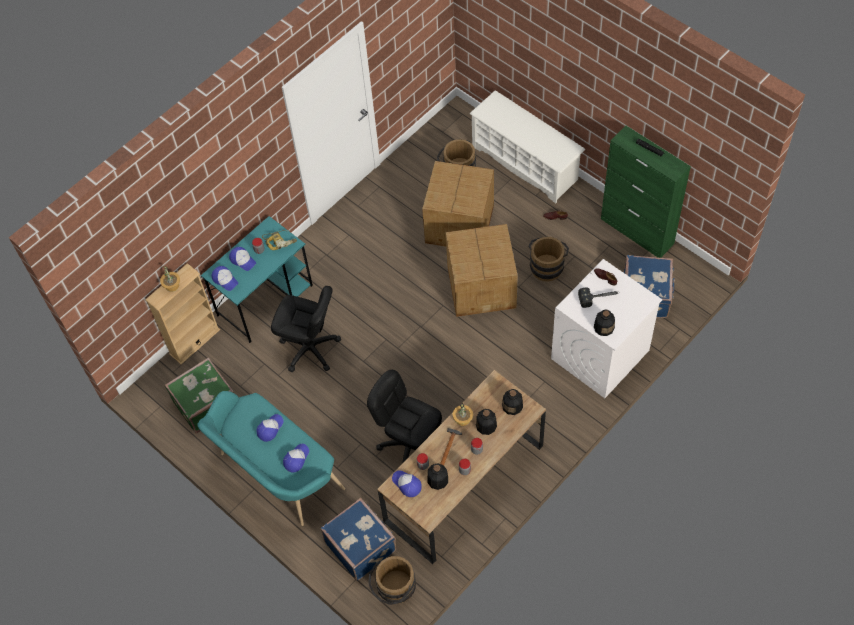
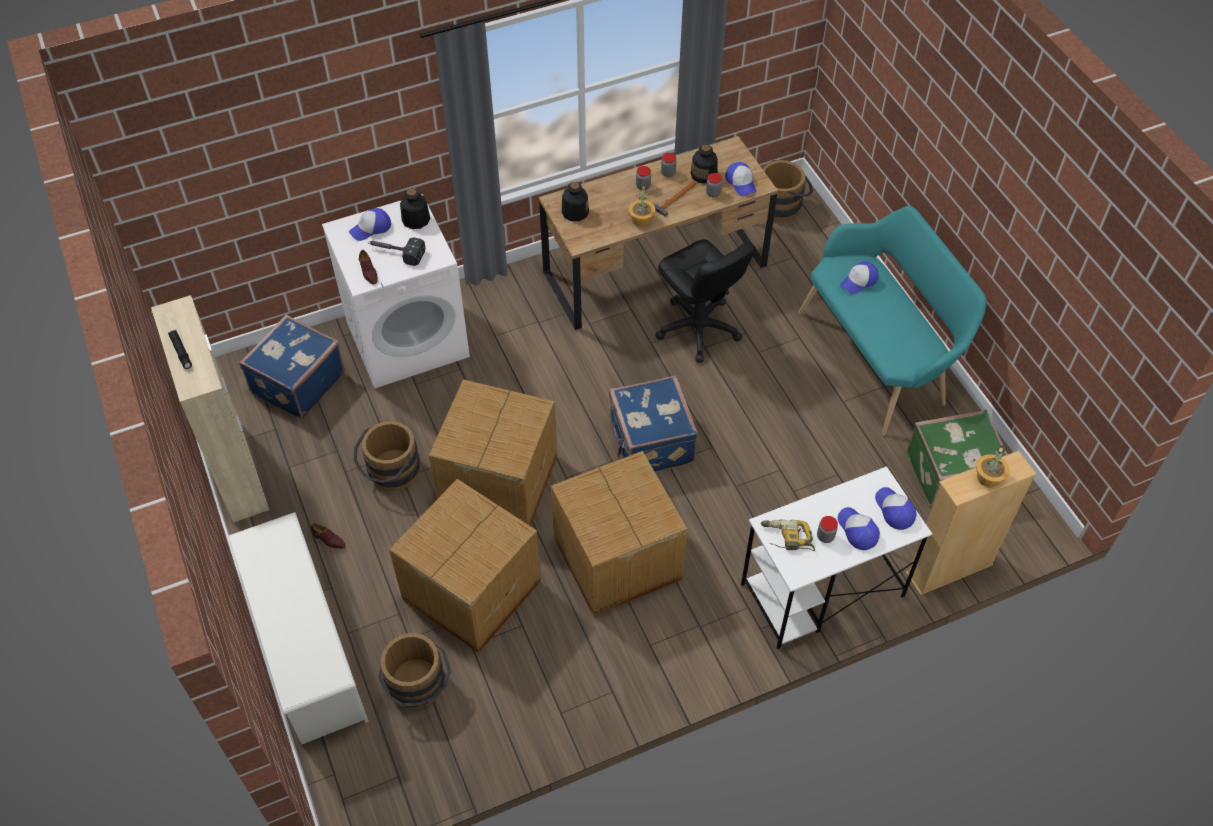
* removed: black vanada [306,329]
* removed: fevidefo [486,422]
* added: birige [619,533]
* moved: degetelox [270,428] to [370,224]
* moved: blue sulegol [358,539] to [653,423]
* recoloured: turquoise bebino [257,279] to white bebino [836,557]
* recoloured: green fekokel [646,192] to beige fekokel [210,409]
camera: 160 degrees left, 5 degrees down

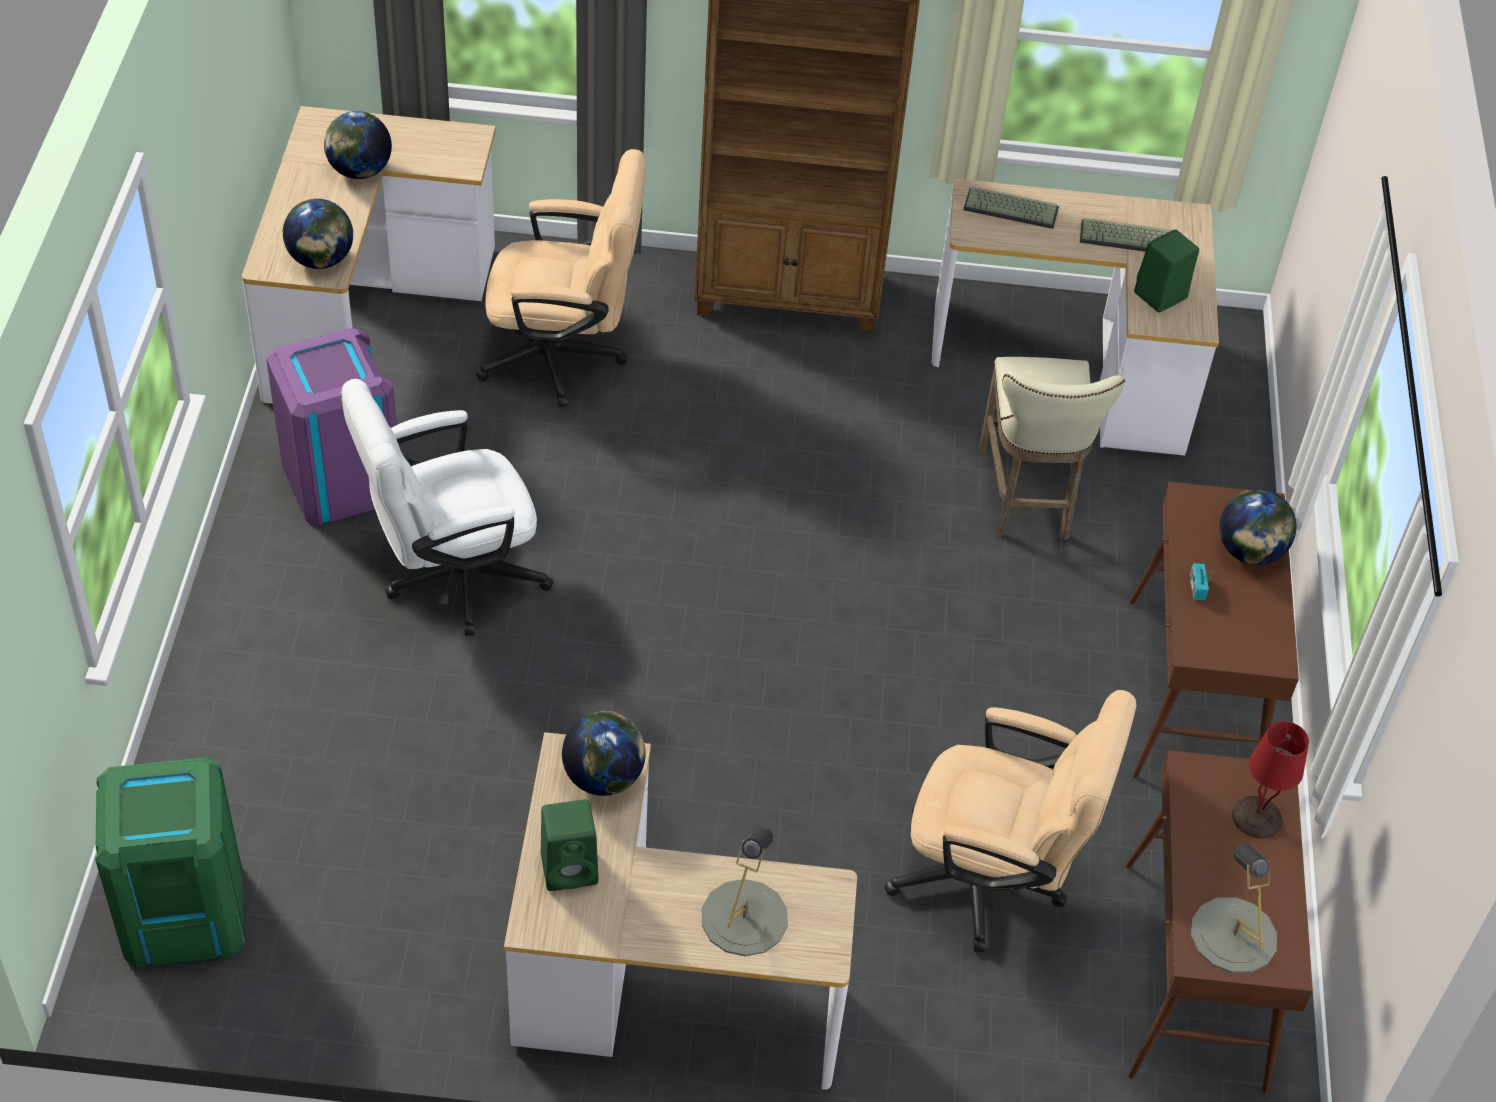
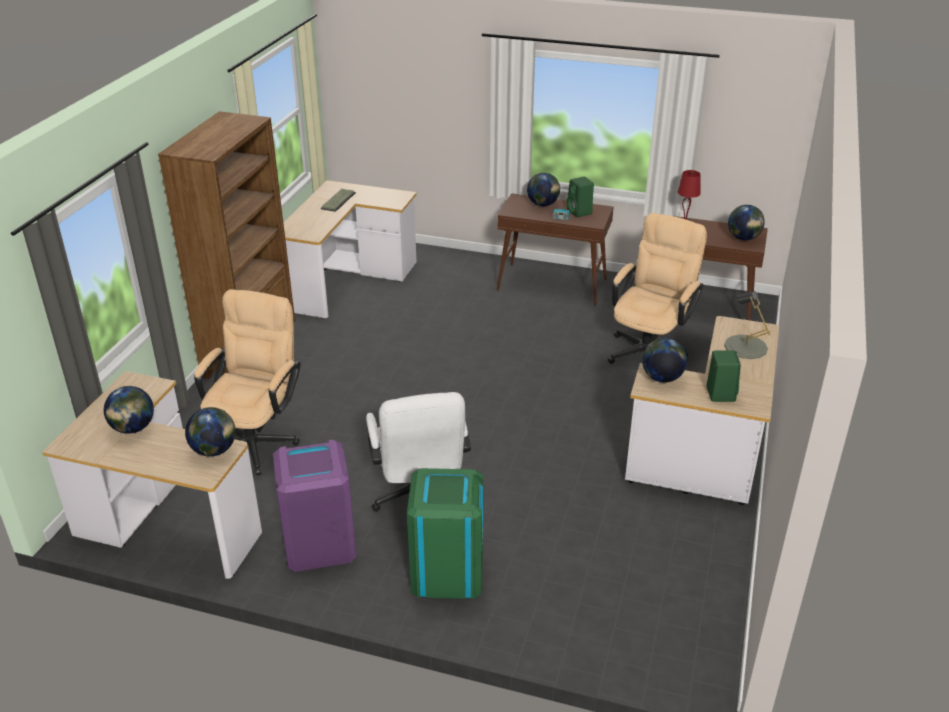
* removed: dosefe [1011,208]
* removed: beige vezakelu [1052,448]
* moved: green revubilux [169,862] to [445,533]
* moved: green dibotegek [1166,271] to [580,197]
* replaced: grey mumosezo [1234,908] to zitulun [746,222]
camera: 75 degrees left, 15 degrees down

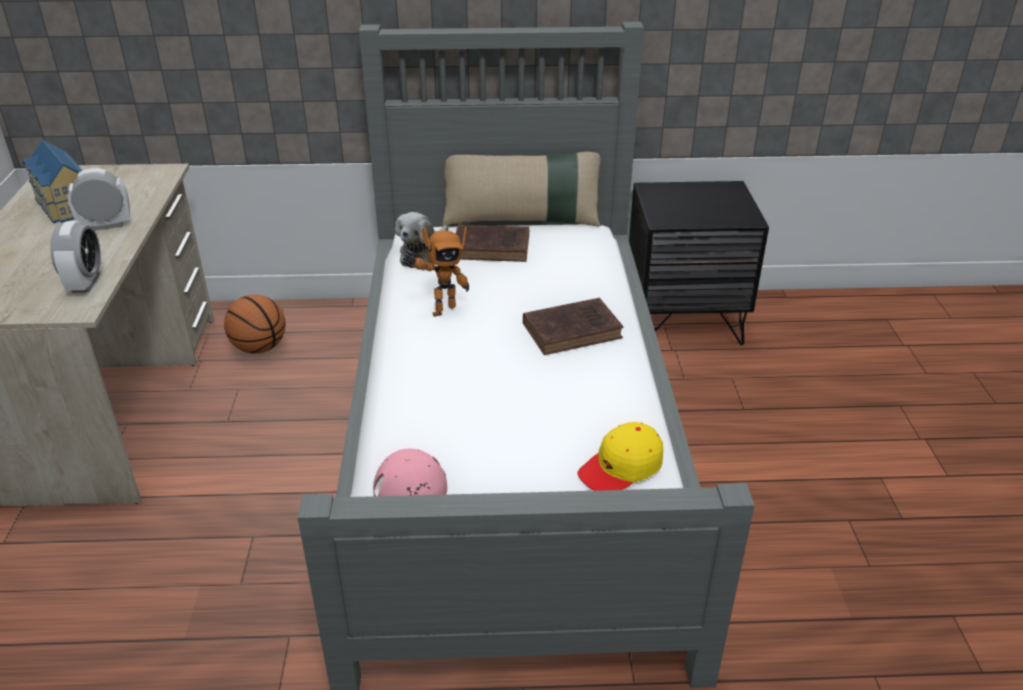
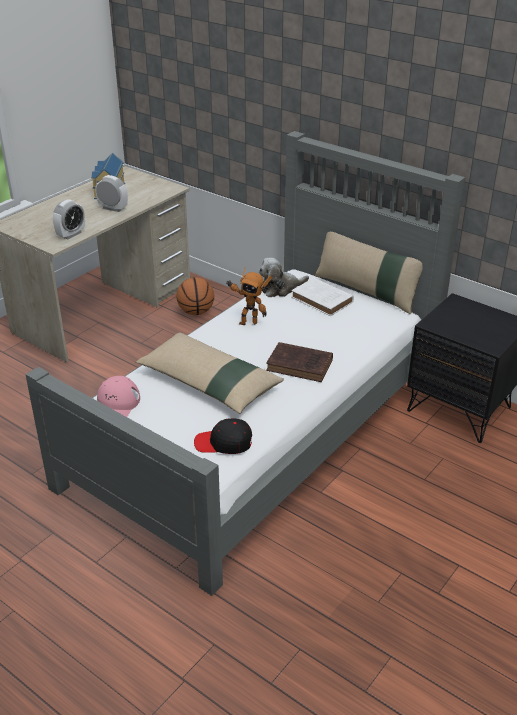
* added: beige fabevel [210,373]
* recoloured: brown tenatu [492,243] to white tenatu [322,297]
* recoloured: yellow degetelox [620,456] to black degetelox [223,436]
camera: 40 degrees right, 0 degrees up

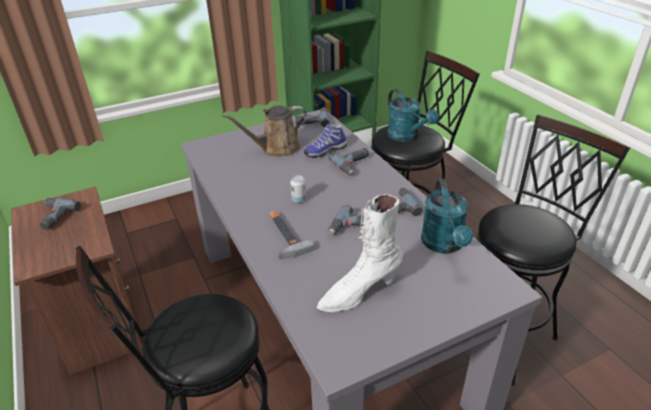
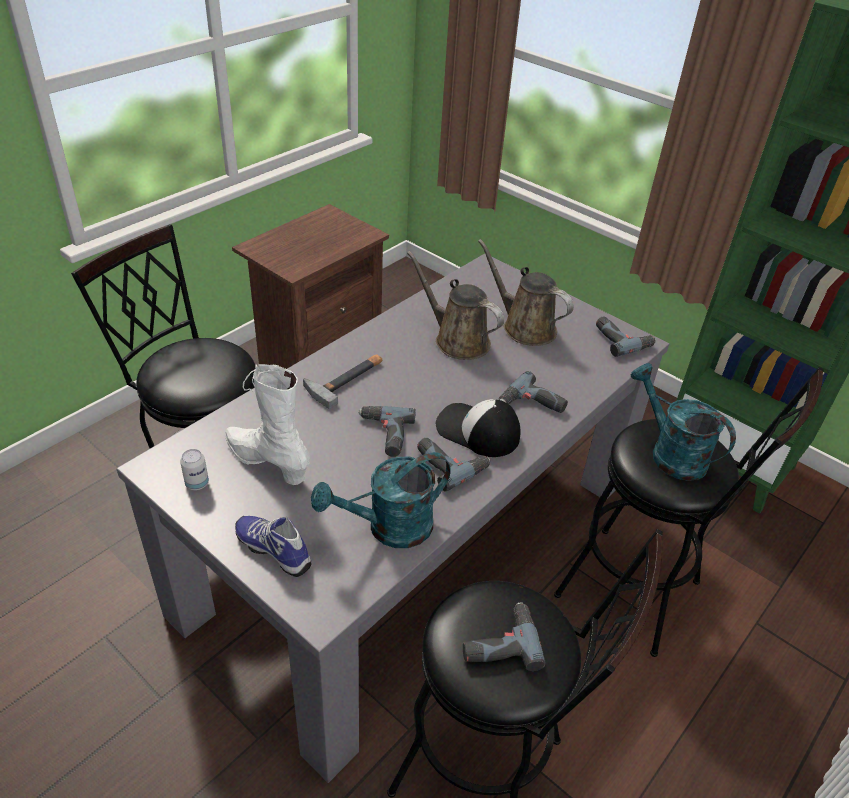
* added: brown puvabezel [455,305]
* added: degetelox [478,428]
* moved: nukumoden [60,214] to [504,636]
* moved: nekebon [298,189] to [194,469]
* moved: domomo [325,141] to [273,546]
* turned: turquoise puvabezel [413,115] = [683,422] 105 degrees clockwise
camera: 65 degrees right, 5 degrees up

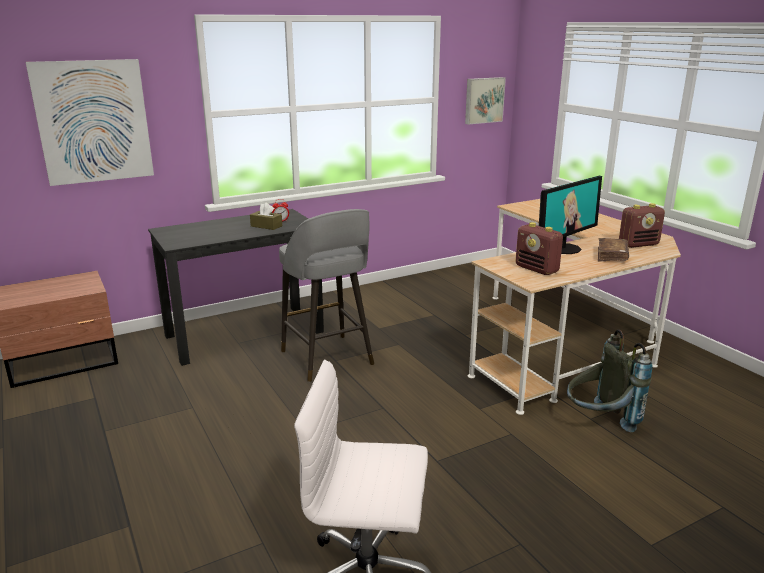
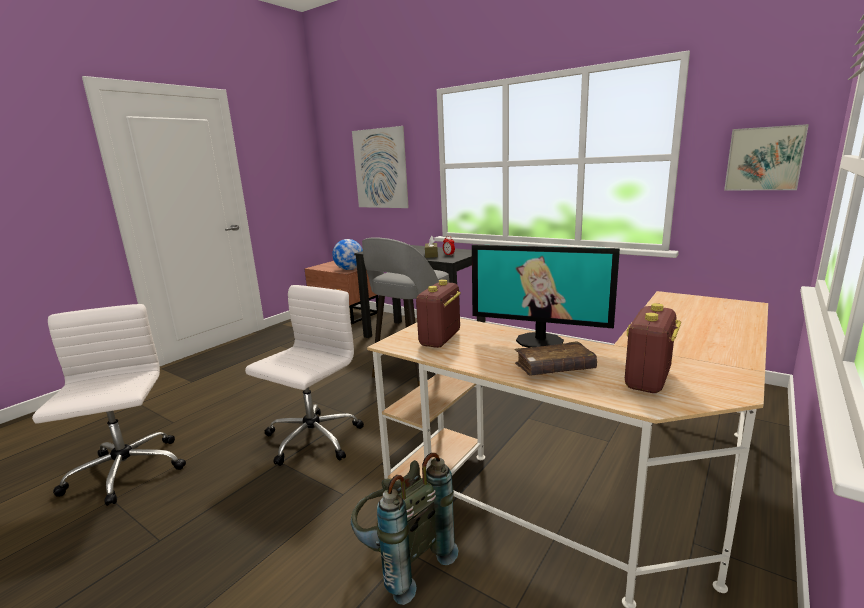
* added: white vanada [304,375]
* added: zitulun [347,254]
* turned: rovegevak [642,225] = [653,348] 75 degrees clockwise
camera: 65 degrees right, 5 degrees down

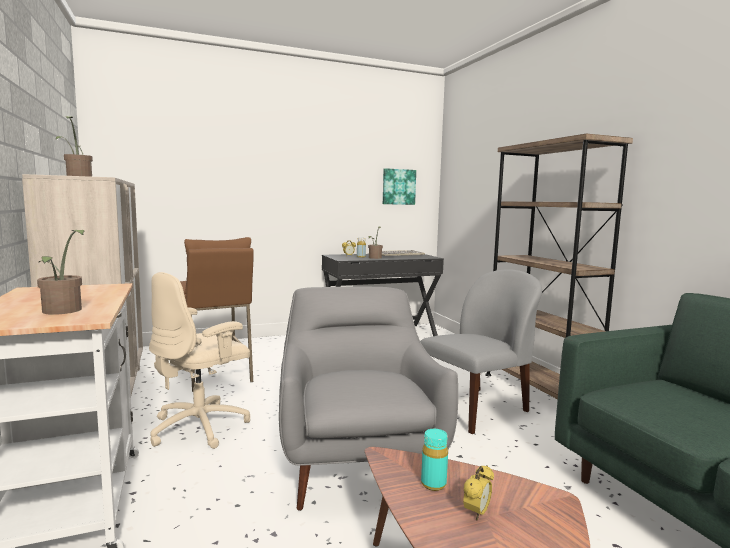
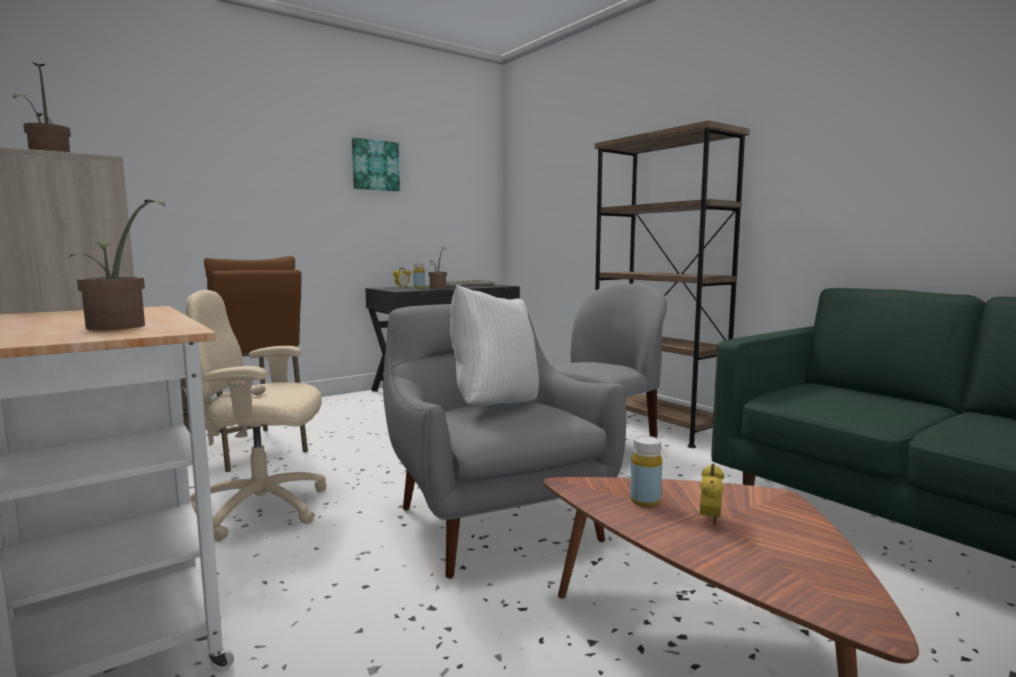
* added: white fabevel [494,345]
* moved: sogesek [399,186] to [376,164]
* recoloured: turquoise fevidefo [434,460] to yellow fevidefo [646,471]
* turned: beige vanada [199,360] = [255,415] 60 degrees clockwise
camera: 15 degrees left, 0 degrees up

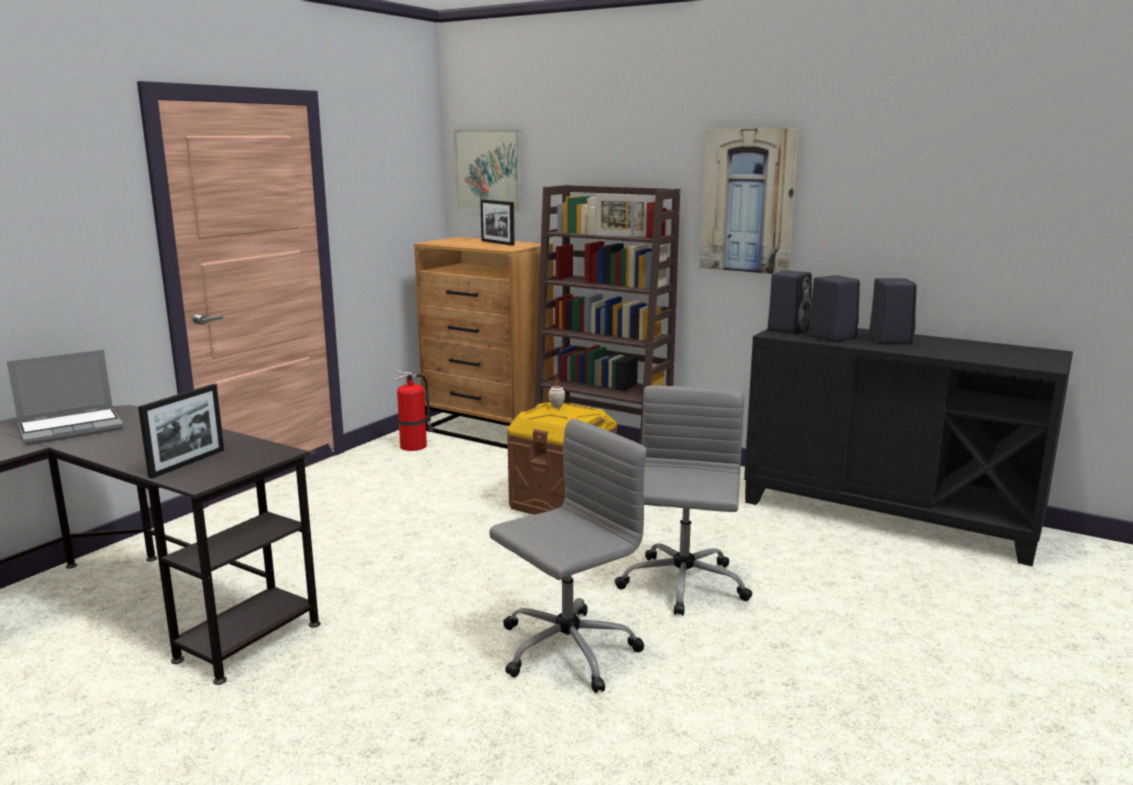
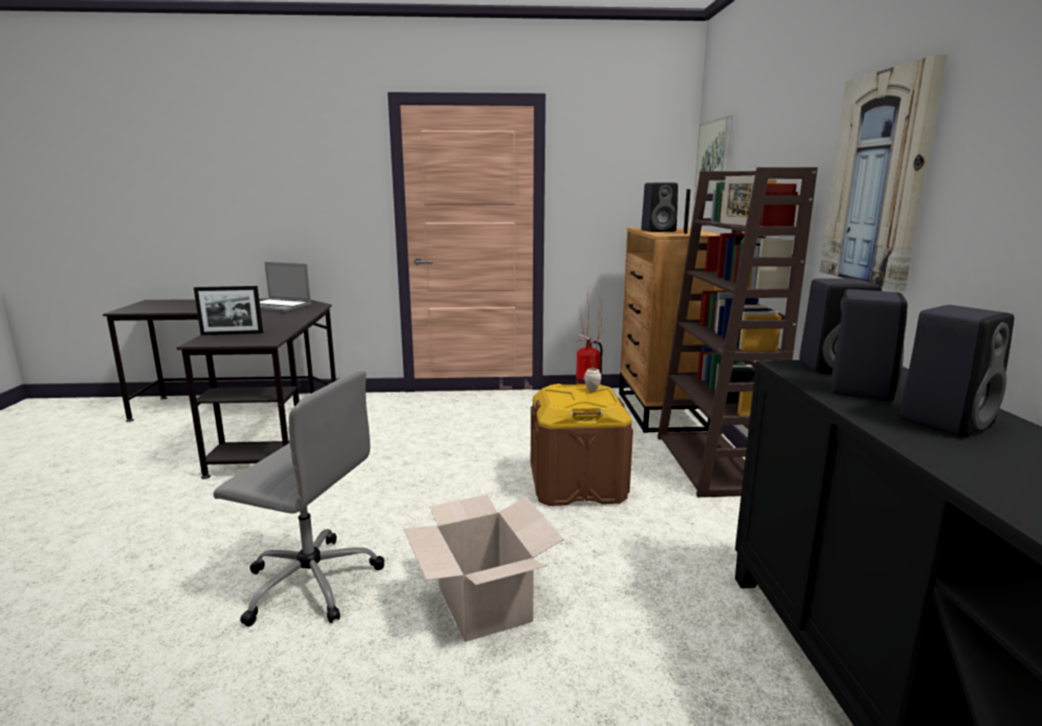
* added: black dibotegek [659,207]
* replaced: grey vanada [684,500] to birige [484,568]
camera: 55 degrees right, 0 degrees up

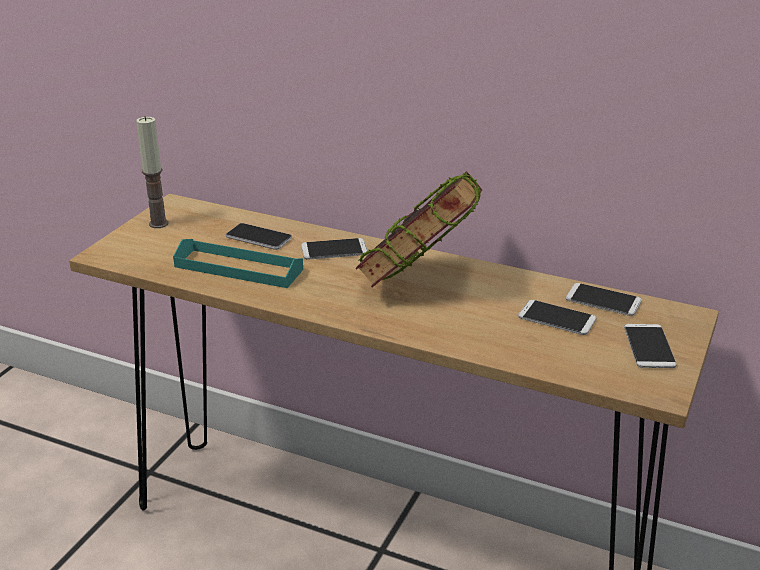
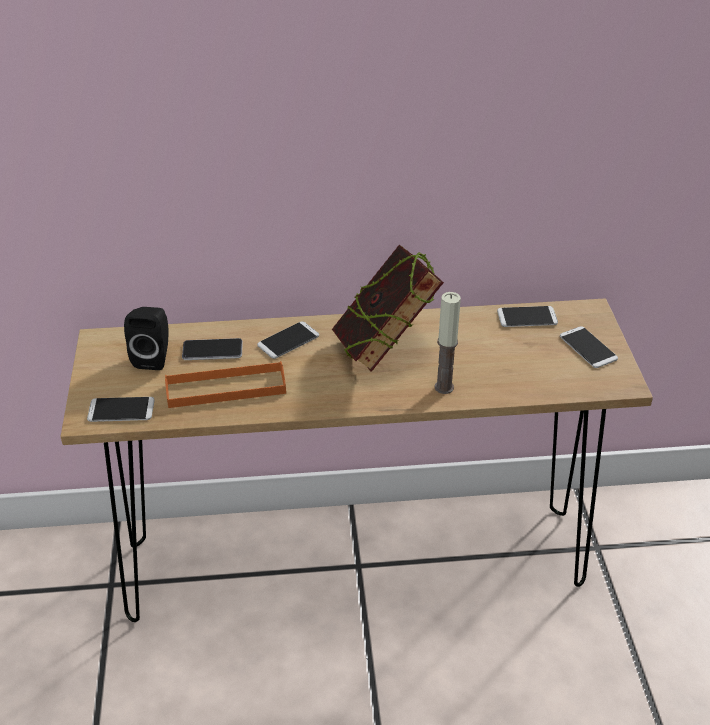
* added: black dibotegek [146,338]
* moved: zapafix [152,172] to [447,343]
* moved: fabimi [557,317] to [120,409]
* recoloured: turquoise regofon [238,263] to orange regofon [225,384]
camera: 30 degrees left, 10 degrees up

